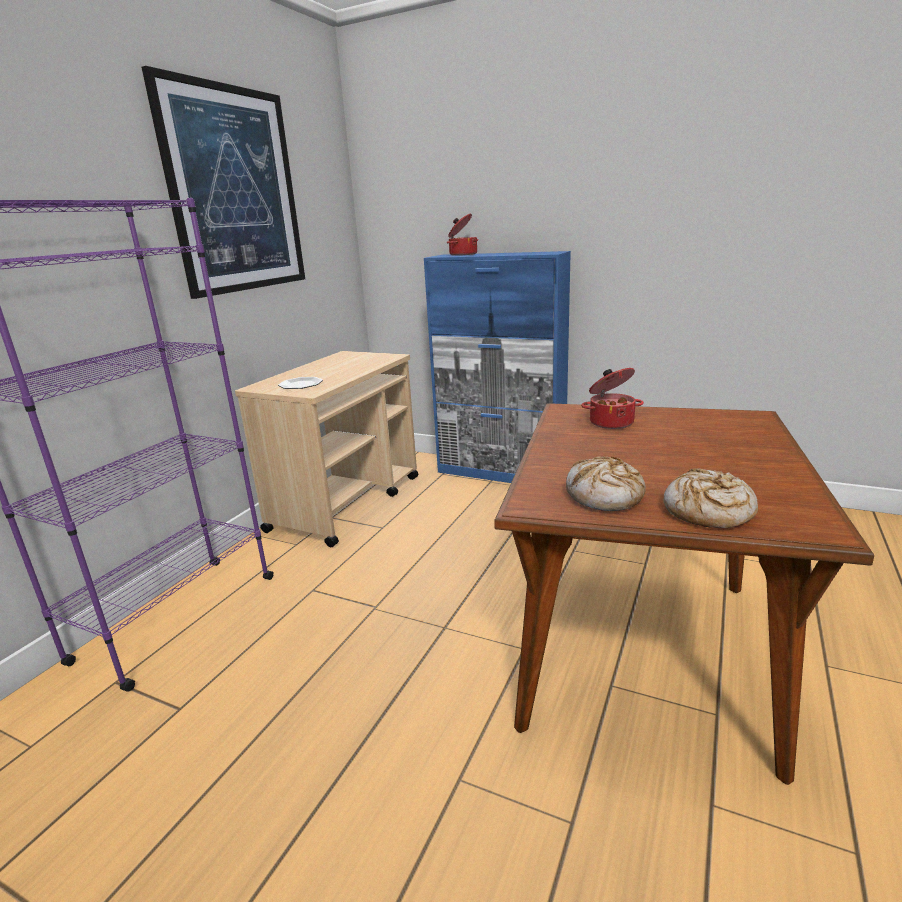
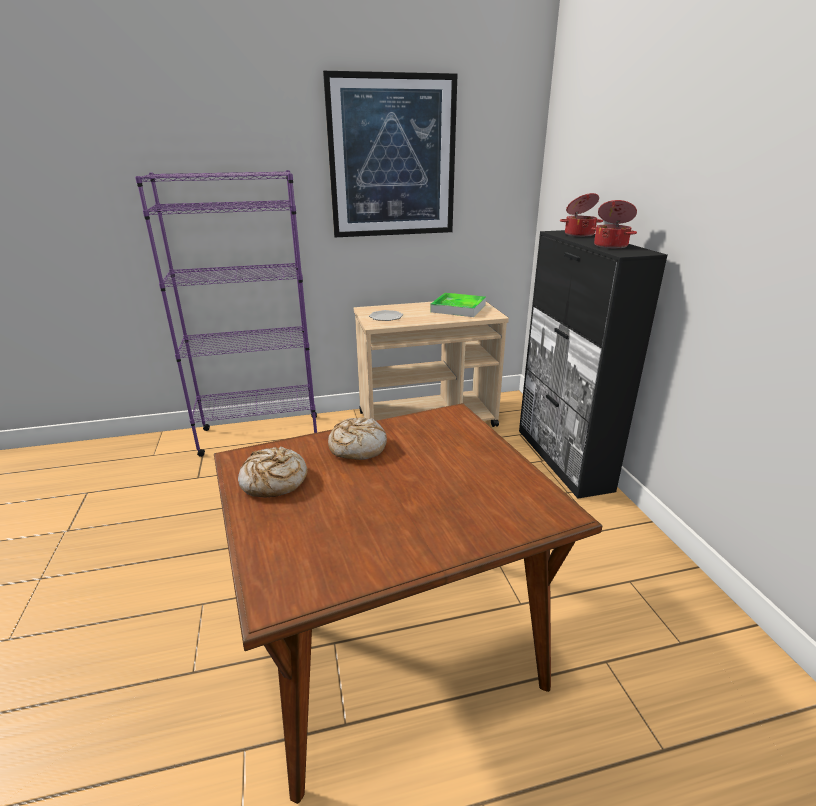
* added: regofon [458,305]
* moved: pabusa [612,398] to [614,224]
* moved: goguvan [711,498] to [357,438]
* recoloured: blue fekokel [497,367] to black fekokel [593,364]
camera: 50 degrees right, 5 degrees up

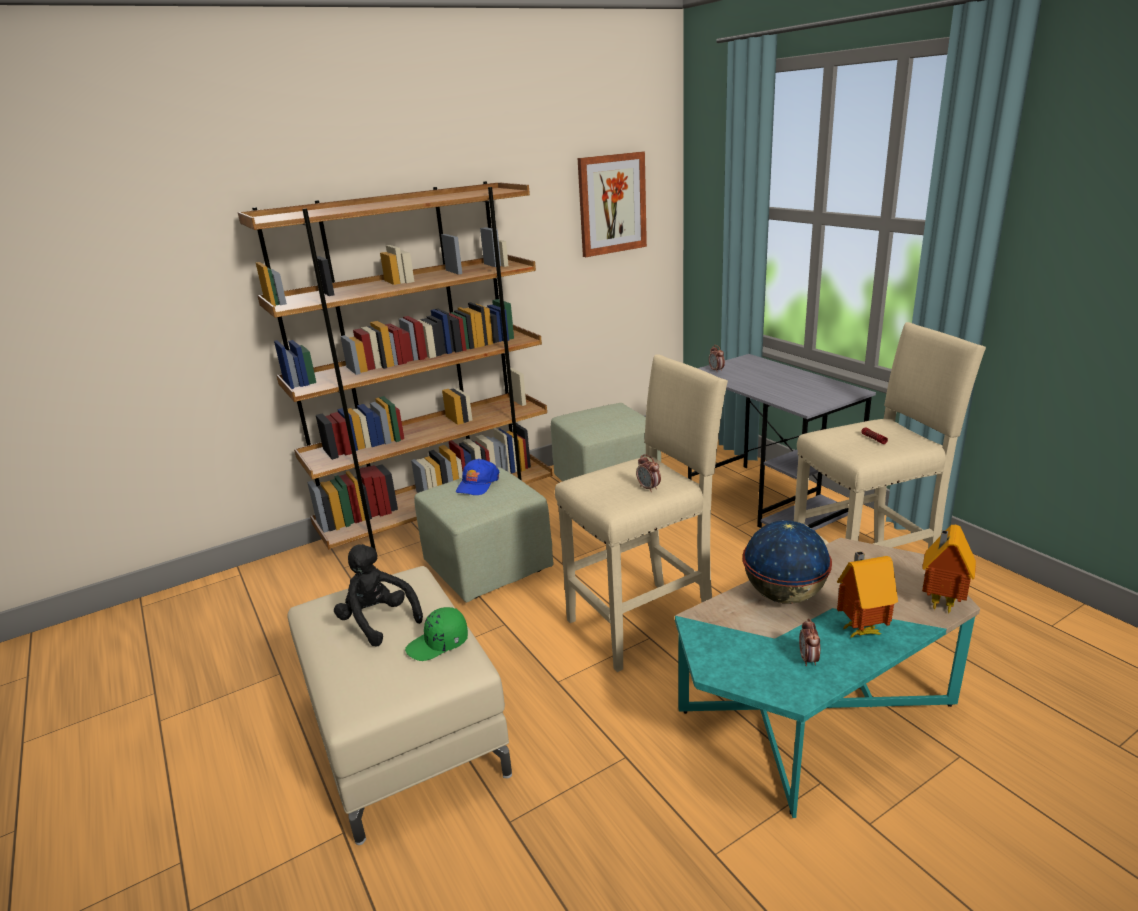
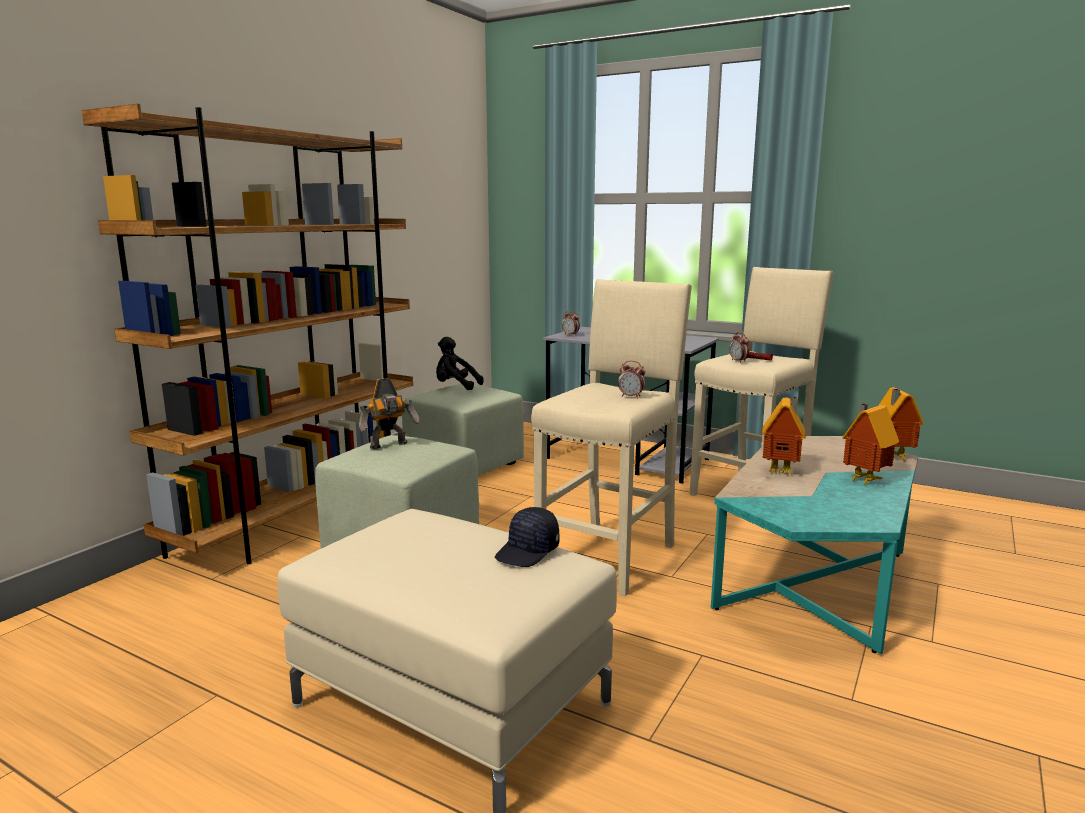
* removed: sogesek [612,204]
* moved: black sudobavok [378,595] to [460,363]
* moved: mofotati [809,642] to [740,347]
* replaced: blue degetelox [477,477] to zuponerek [389,413]
* replaced: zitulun [787,562] to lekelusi [784,435]
* recoloured: green degetelox [436,634] to black degetelox [527,537]
camera: 30 degrees left, 10 degrees down

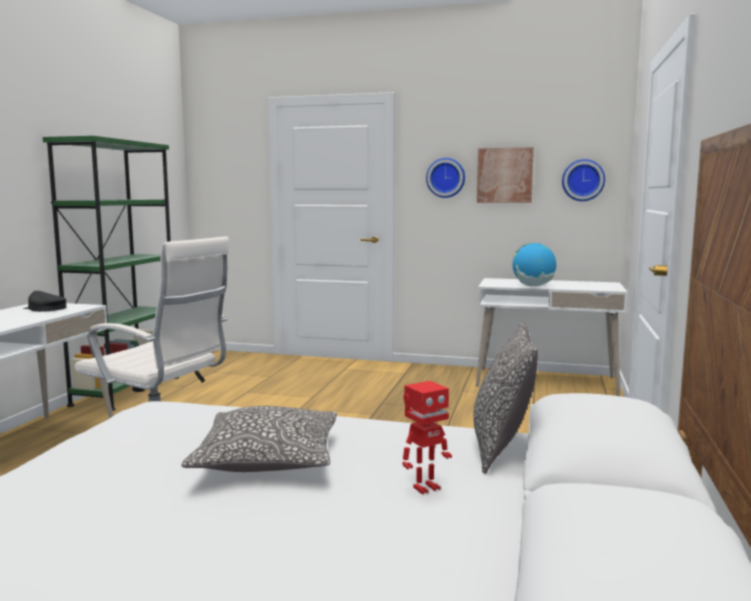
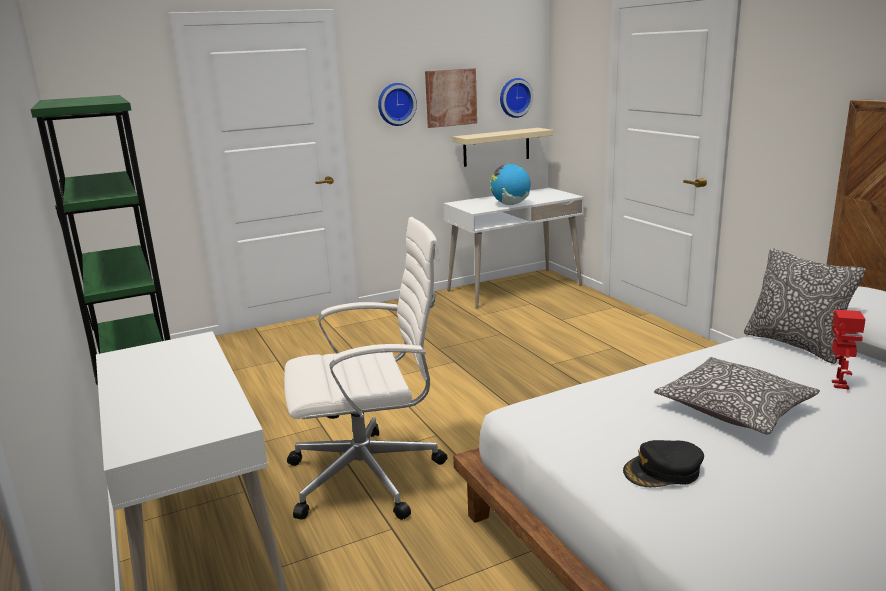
* added: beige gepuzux [503,147]
* moved: black degetelox [44,301] to [663,463]
camera: 40 degrees left, 10 degrees up

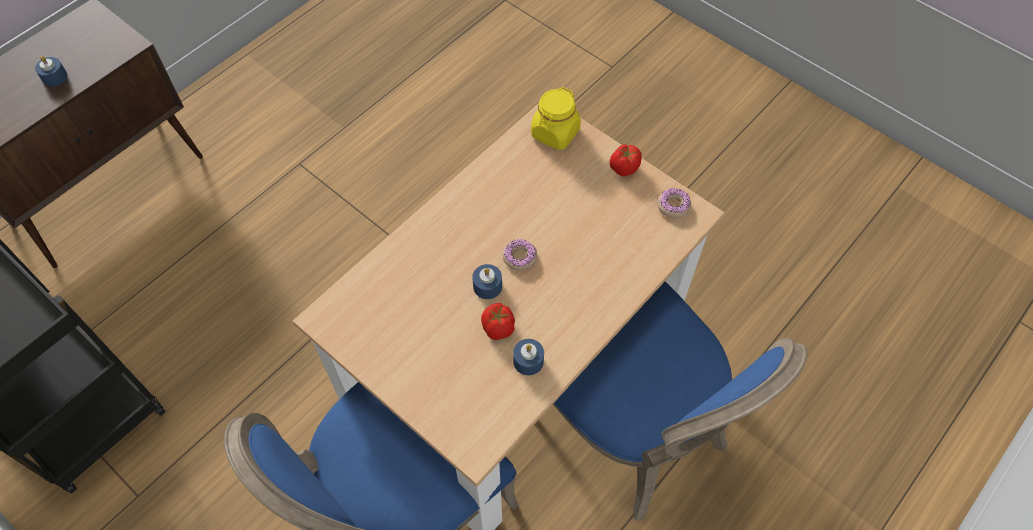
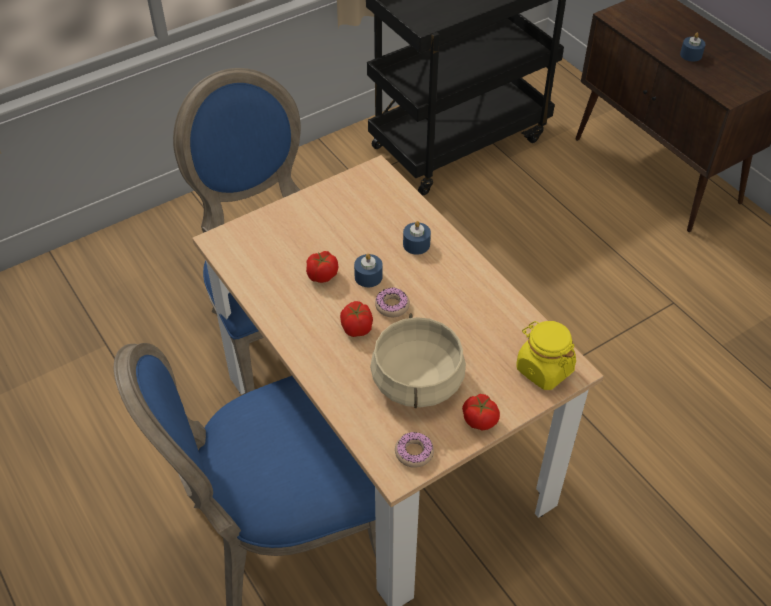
* added: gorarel [356,319]
* added: beige pabusa [418,360]
* moved: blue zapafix [528,357] to [417,238]
camera: 105 degrees right, 10 degrees down

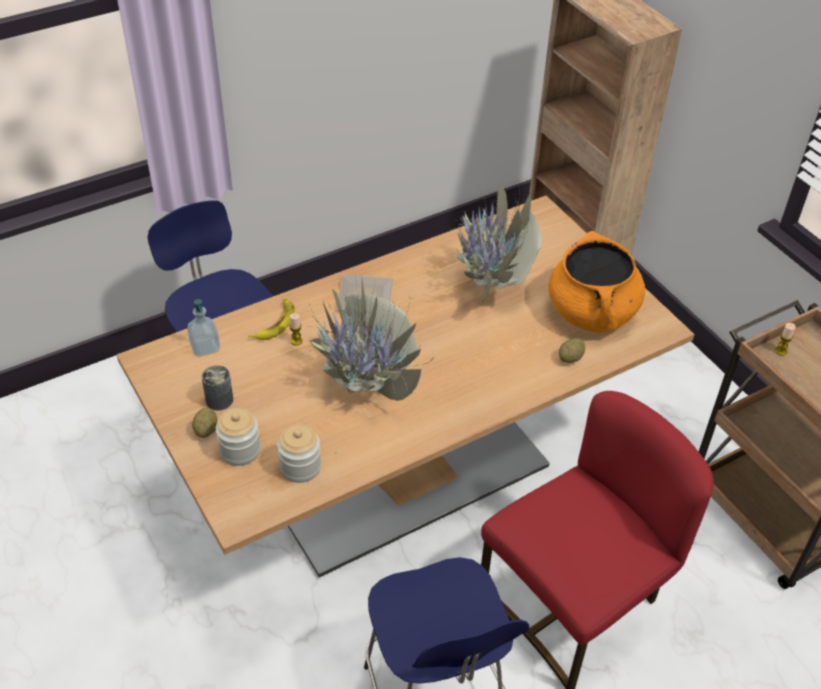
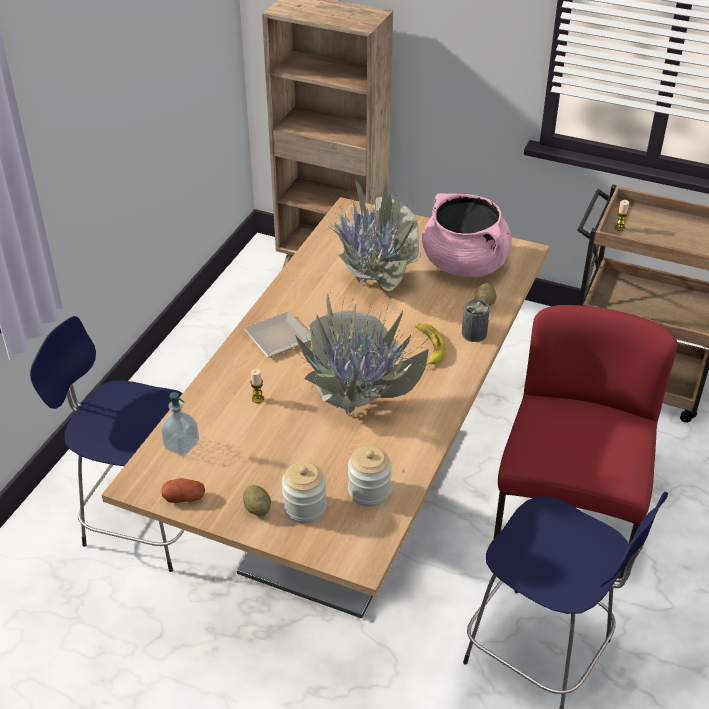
* added: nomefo [183,490]
* moved: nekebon [217,388] to [476,321]
* moved: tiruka [271,319] to [430,344]
* recoloured: orange pabusa [597,281] to pink pabusa [467,235]
camera: 35 degrees left, 5 degrees down

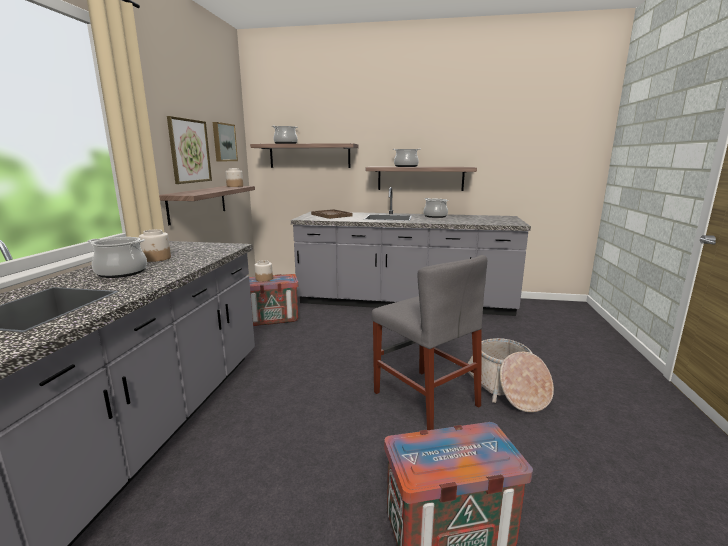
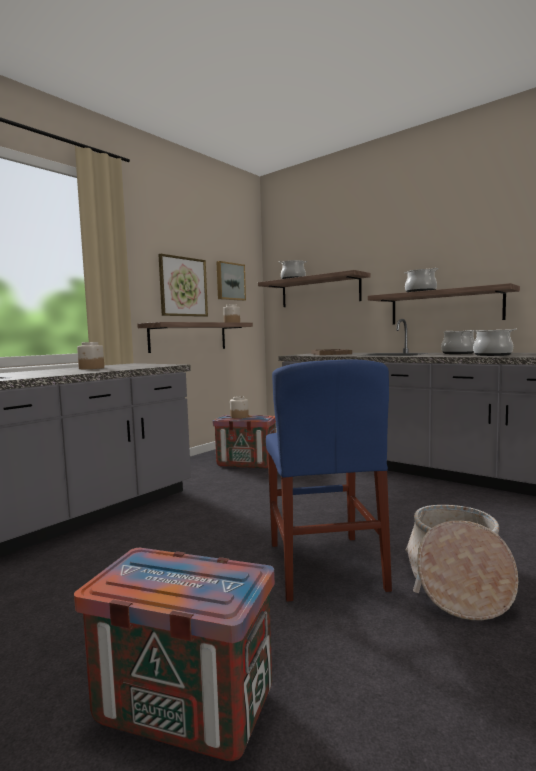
* moved: pabusa [117,257] to [494,342]
* recoloured: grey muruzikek [429,342] to blue muruzikek [329,480]
camera: 30 degrees right, 10 degrees down

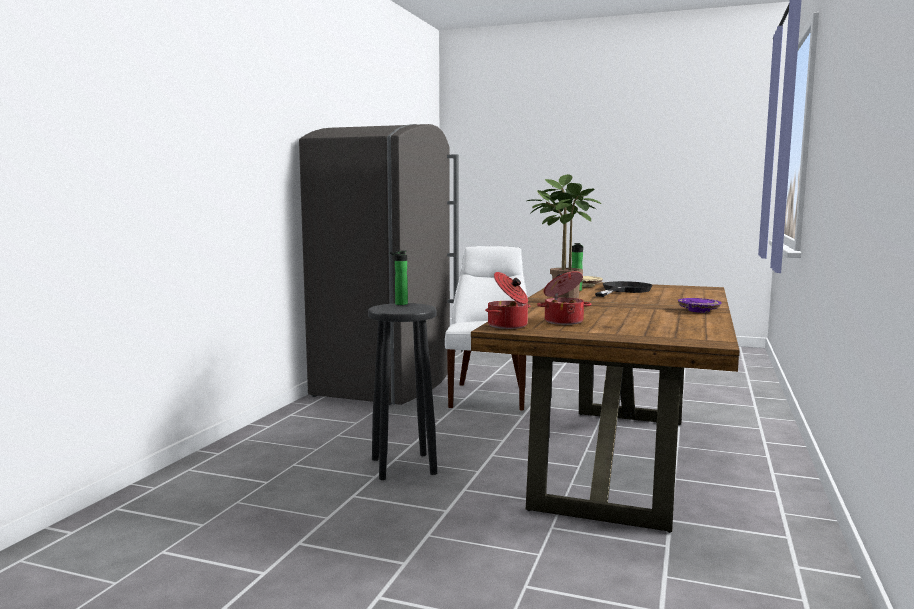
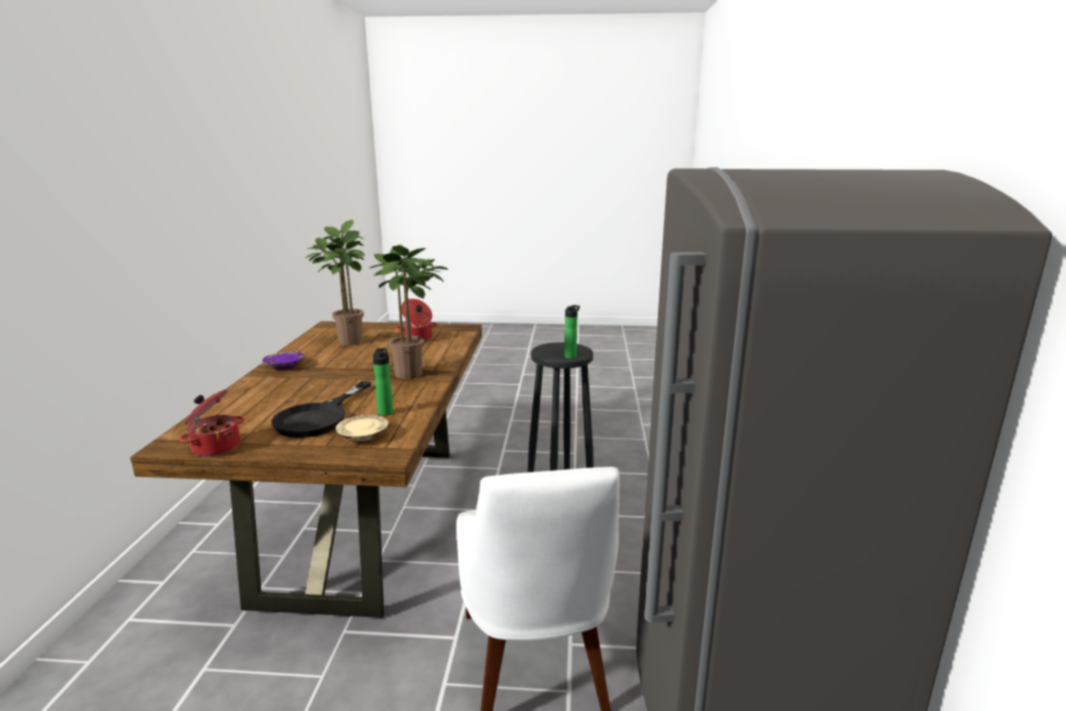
* added: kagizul [335,283]
* moved: pabusa [507,300] to [212,423]
camera: 165 degrees right, 10 degrees up

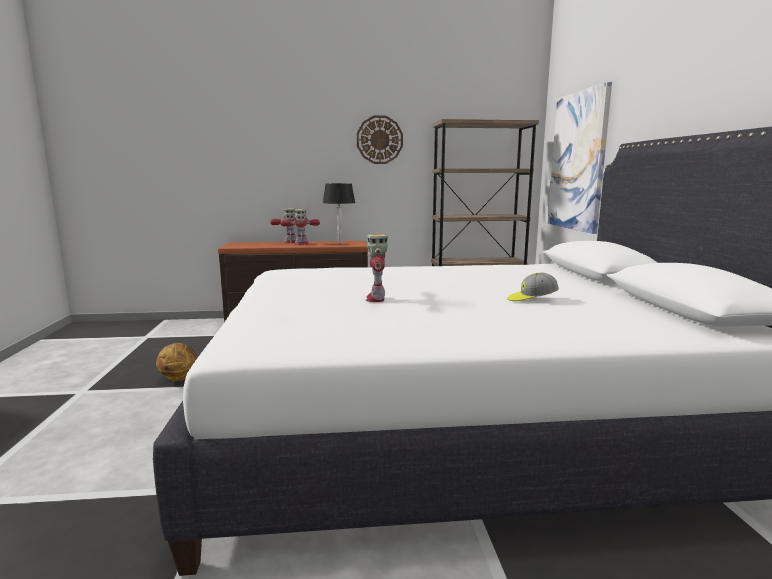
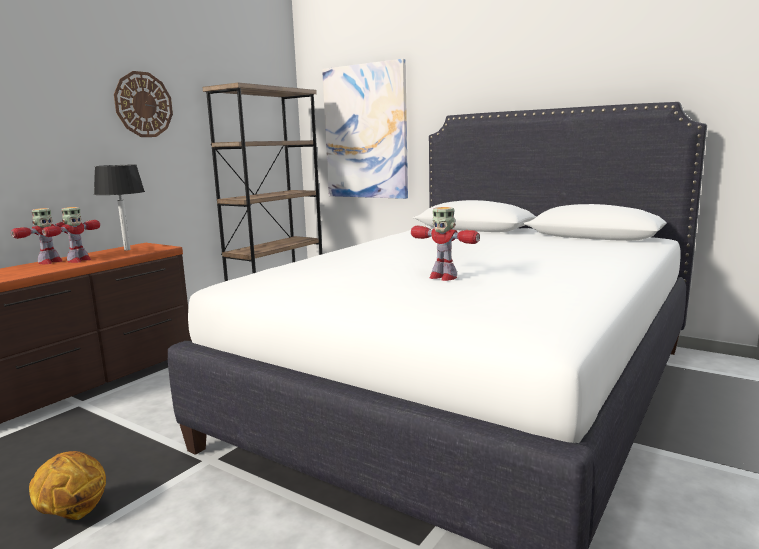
* removed: degetelox [533,287]
camera: 50 degrees left, 0 degrees up

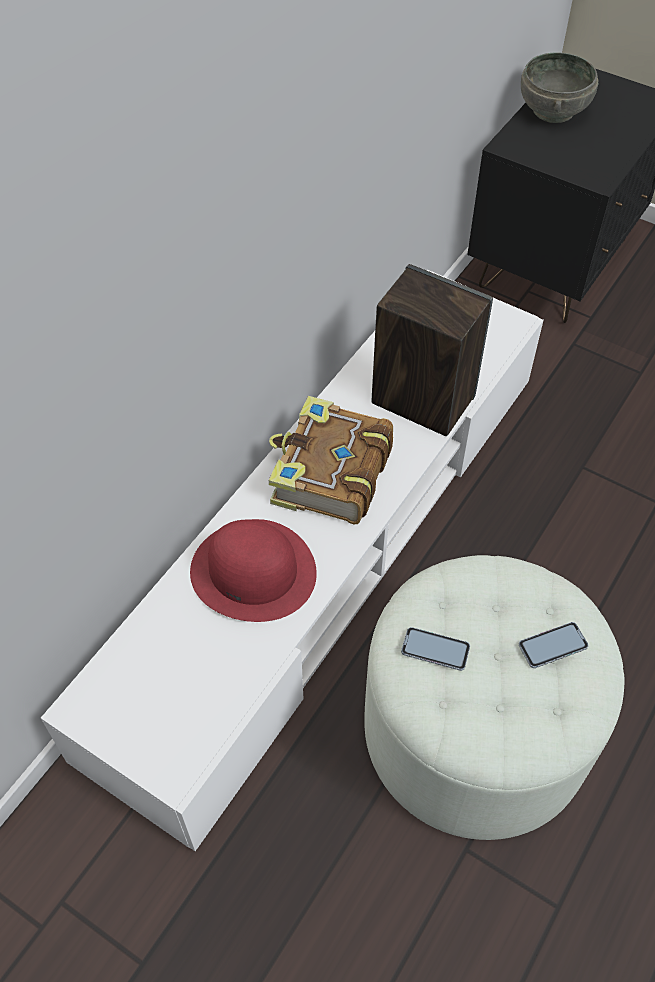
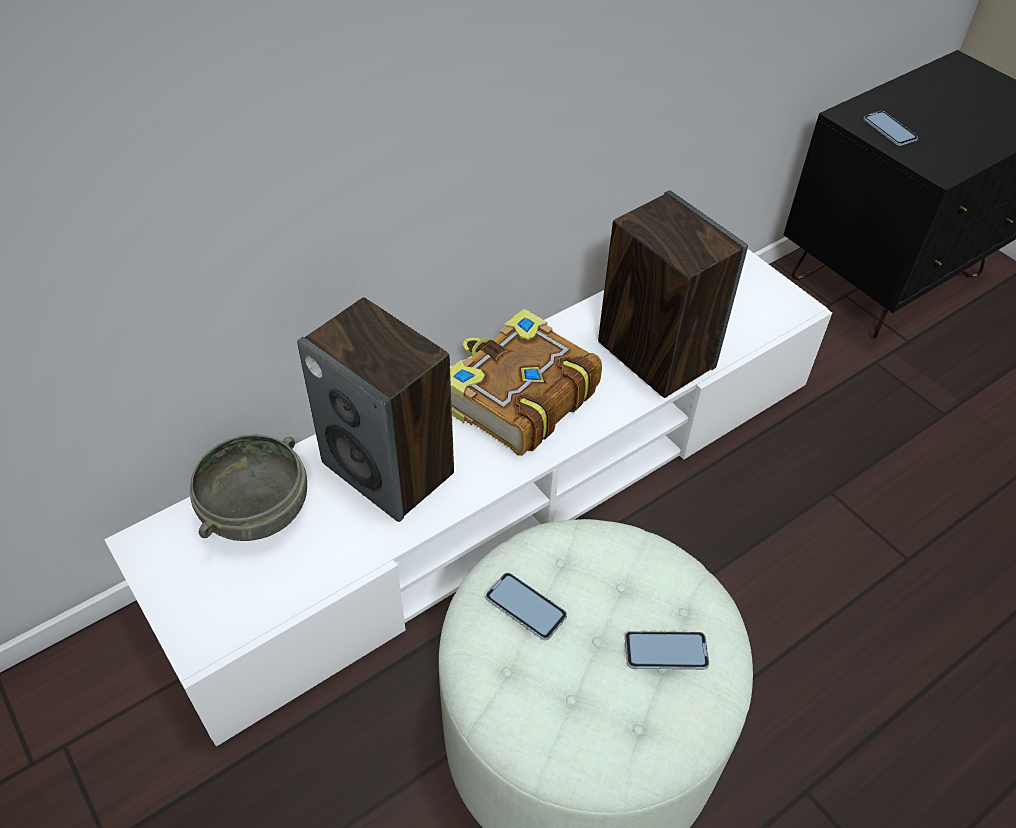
* added: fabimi [890,128]
* moved: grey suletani [560,87] to [248,487]
* replaced: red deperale [253,570] to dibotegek [375,409]
camera: 20 degrees right, 5 degrees down

